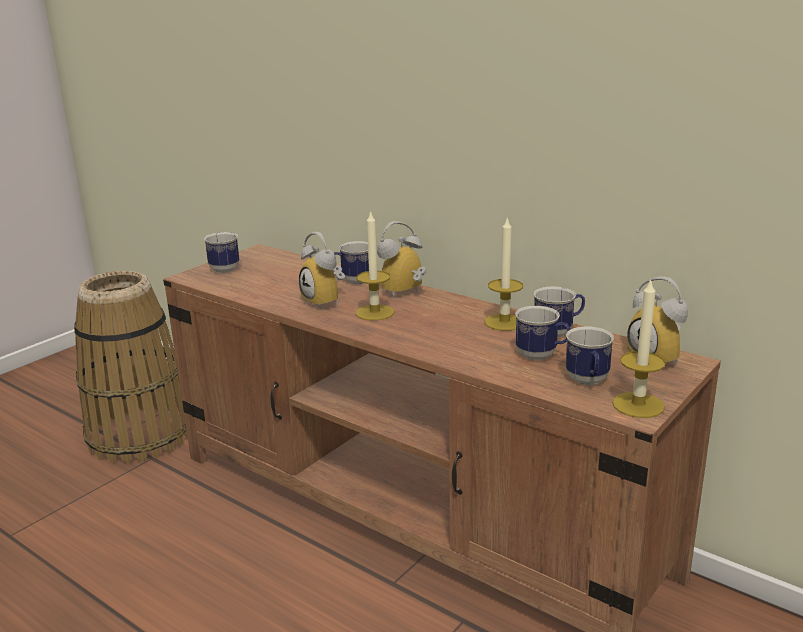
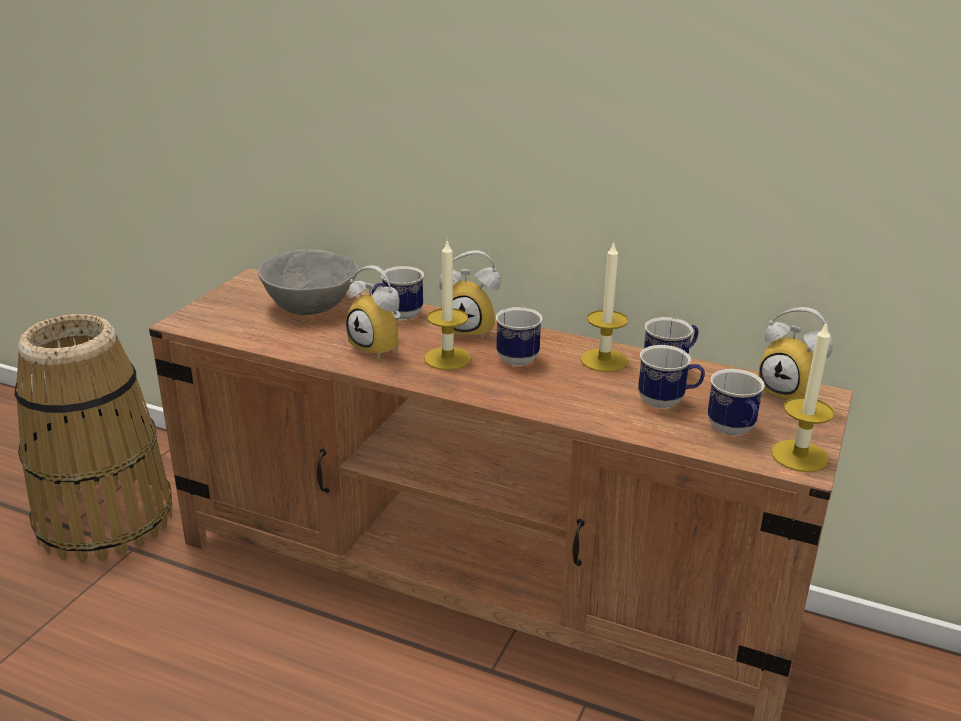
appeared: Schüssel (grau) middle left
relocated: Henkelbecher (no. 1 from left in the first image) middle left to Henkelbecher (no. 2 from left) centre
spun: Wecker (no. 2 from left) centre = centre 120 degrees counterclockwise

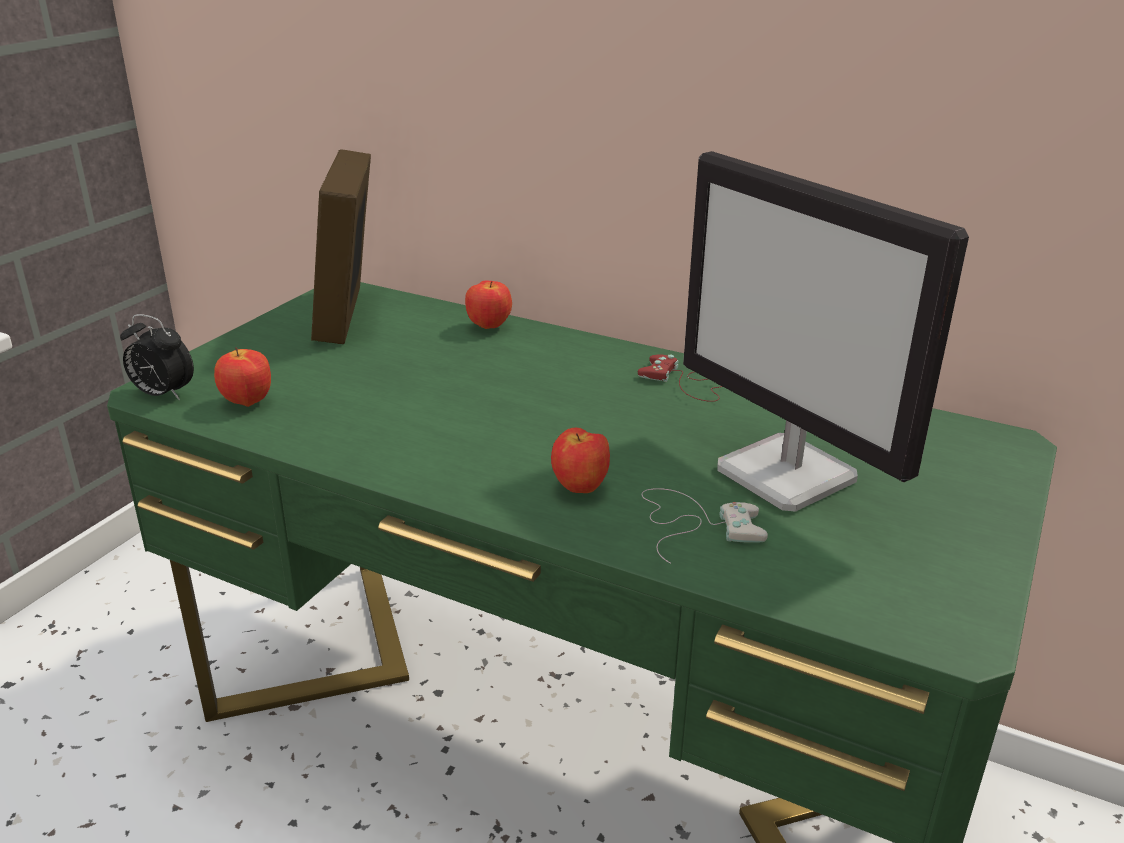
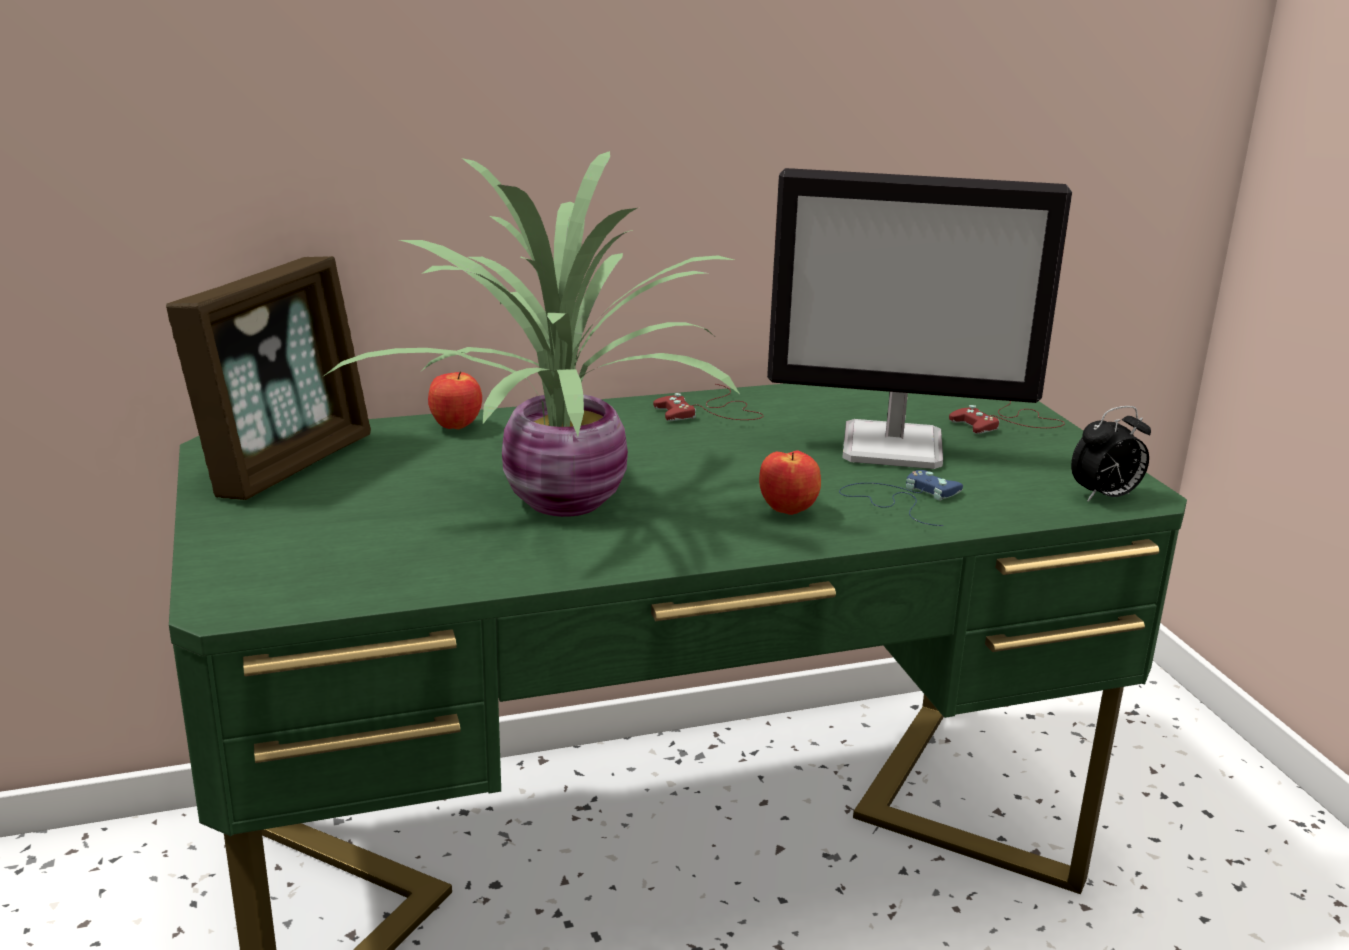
missing: Apfel (no. 1 from left) middle left
appeared: Topfpflanze centre; Gamepad (rot) (no. 2 from left) middle right
relocated: Wecker middle left to middle right
colour: Gamepad (weiß) centre to Gamepad (blau) middle right
spun: Bilderrahmen top left = middle left 105 degrees counterclockwise

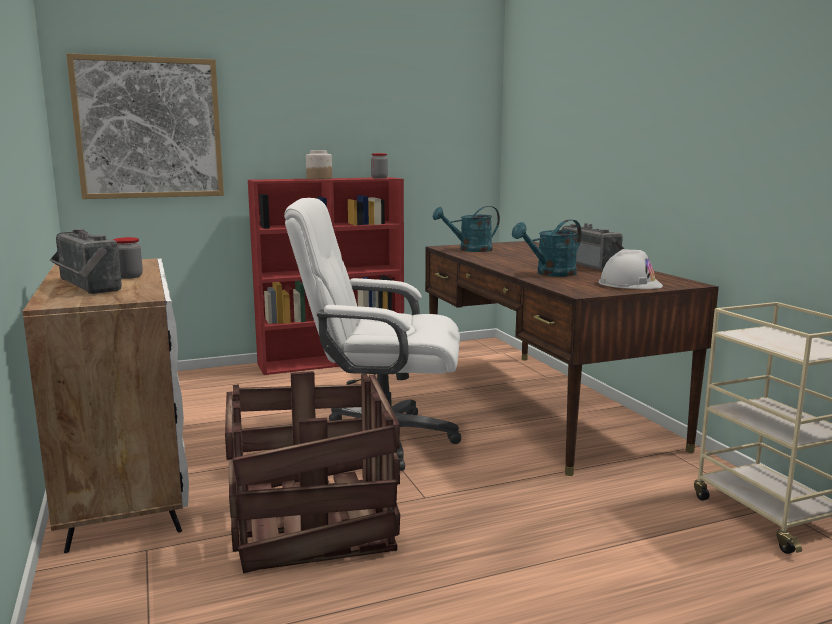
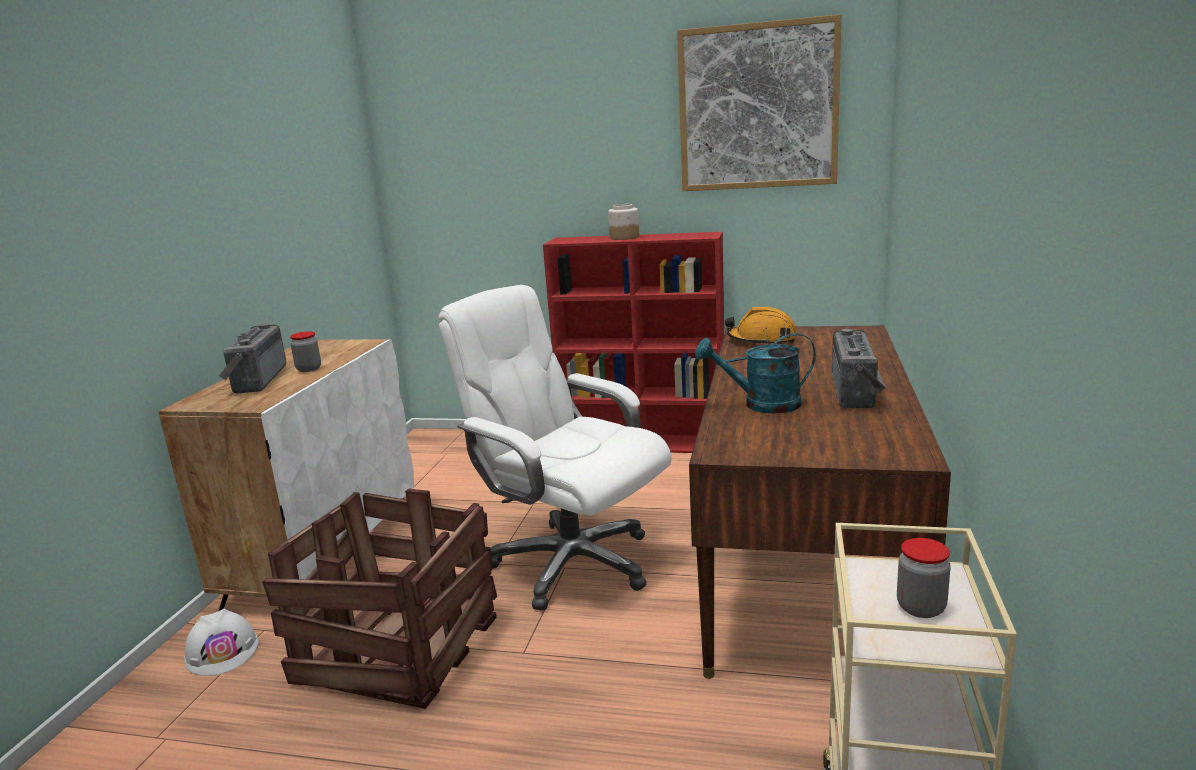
relocated: Bild top left to top centre; Vorratsglas (no. 3 from left) top centre to bottom right; Schutzhelm (weiß) middle right to bottom left
exchanged: Gießkanne (türkis) (no. 1 from left) centre to Schutzhelm (orange) centre

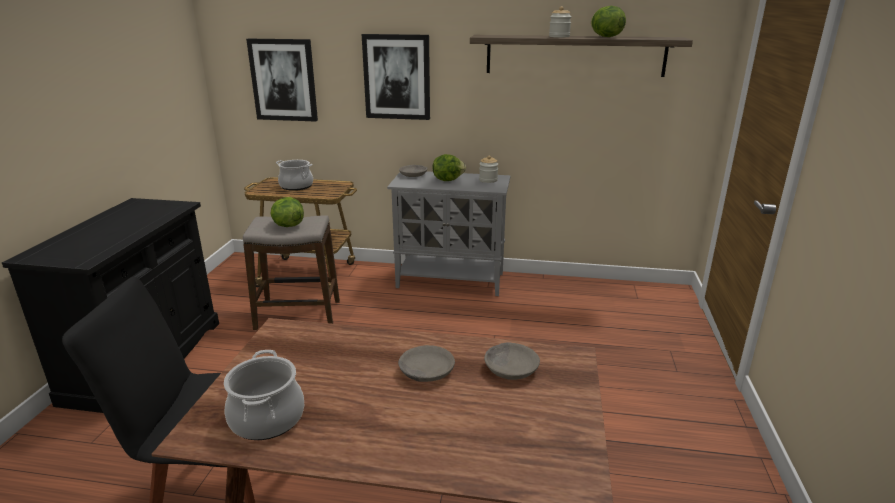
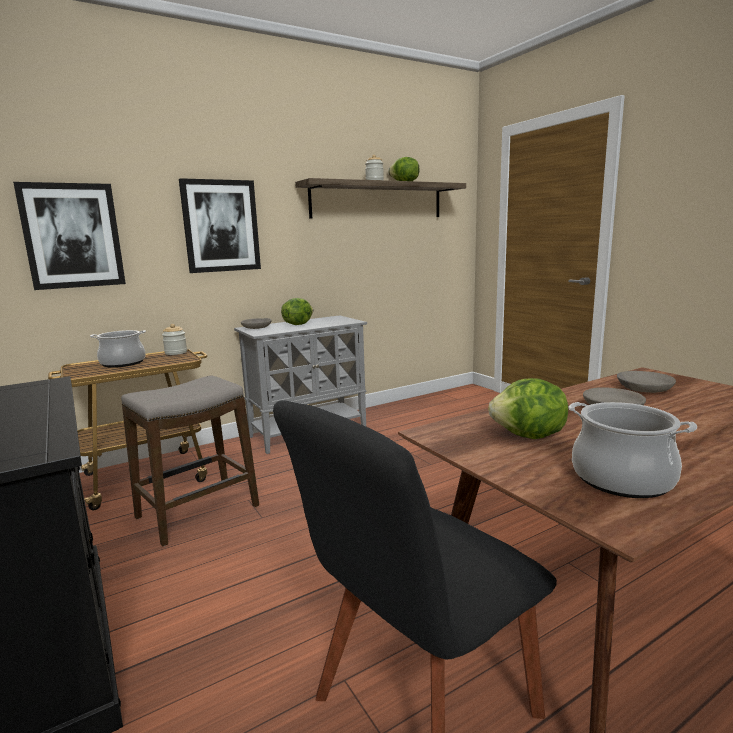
relocated: Salatkopf (no. 1 from left in the first image) middle left to Salatkopf (no. 3 from left) middle right; Vorratsglas (no. 1 from left) centre to middle left

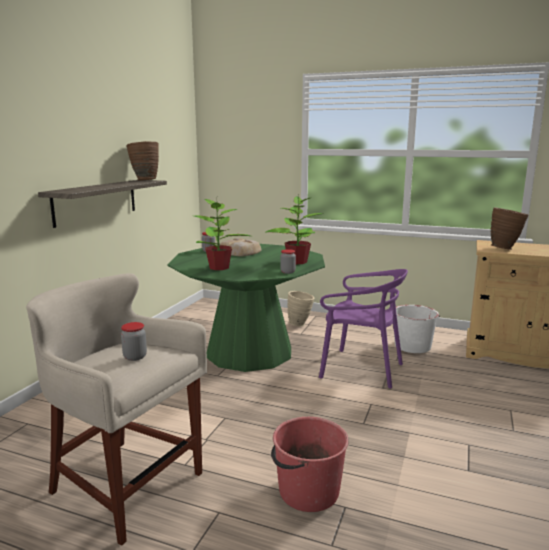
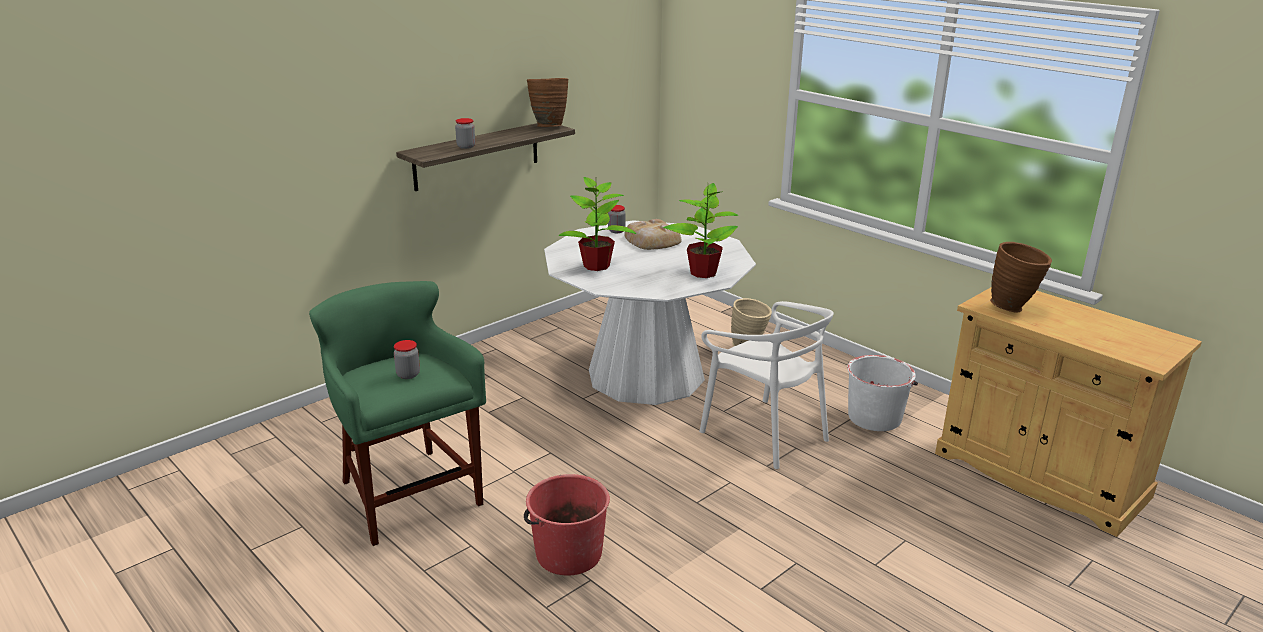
relocated: Vorratsglas (no. 3 from left in the first image) centre to Vorratsglas (no. 2 from left) top centre
colour: Hocker (beige) bottom left to Hocker (grün) middle left; Esstisch (grün) centre to Esstisch (weiß) centre; Stuhl (lila) centre to Stuhl (weiß) centre

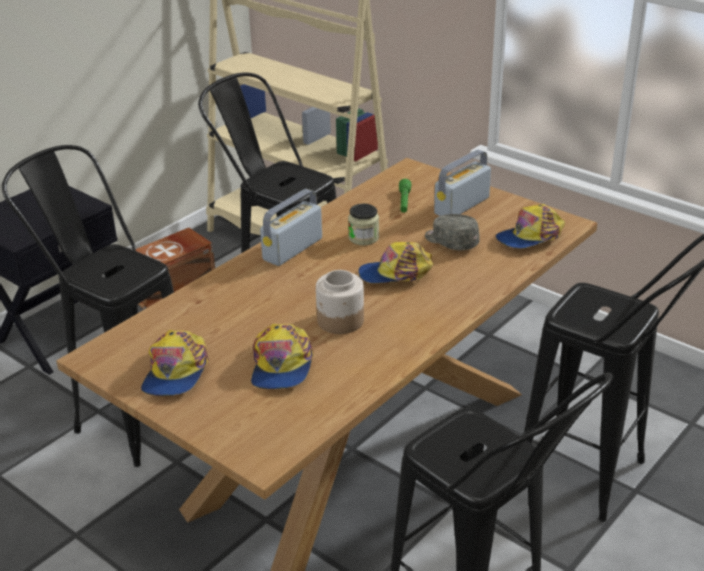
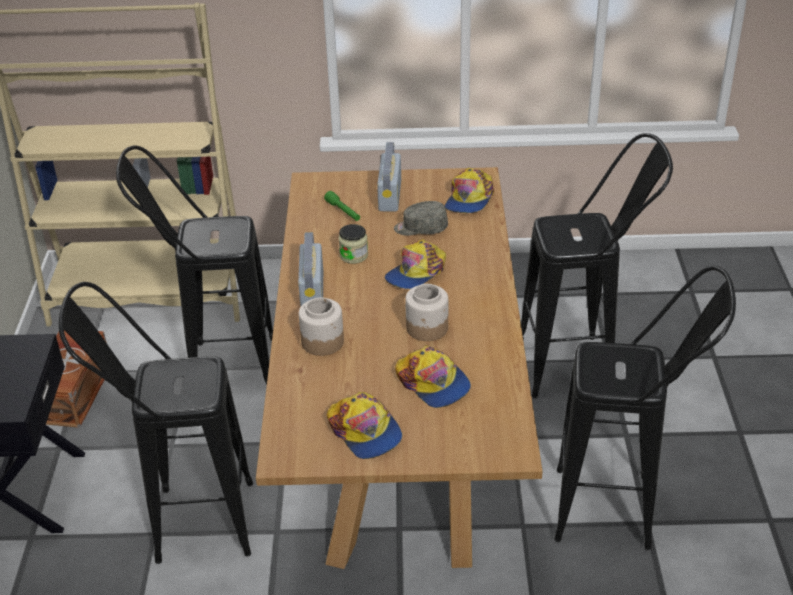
appeared: Vorratsglas (no. 1 from left) centre

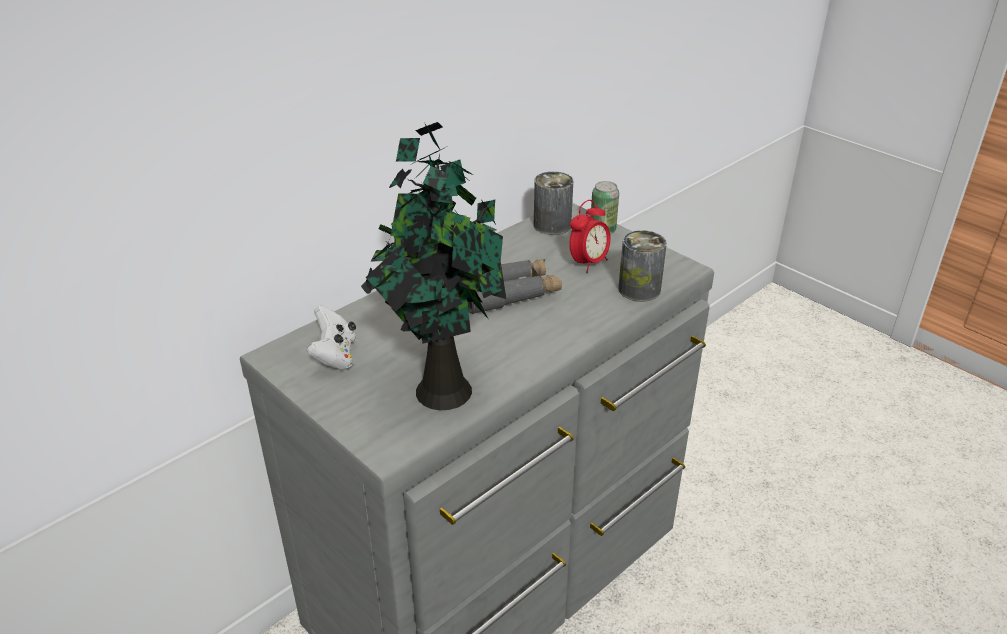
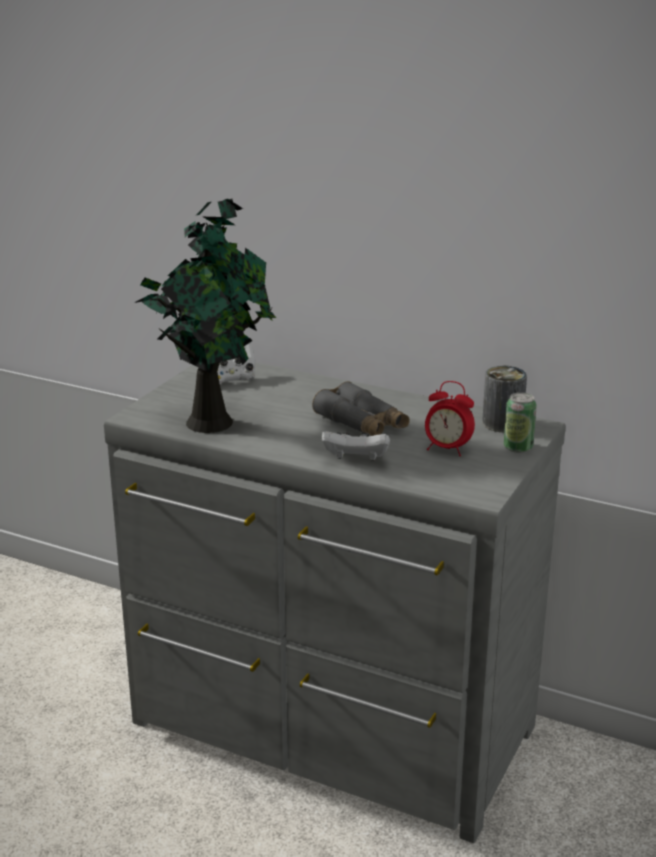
missing: Dose (no. 3 from left) centre
appeared: Gamepad (weiß) (no. 2 from left) centre

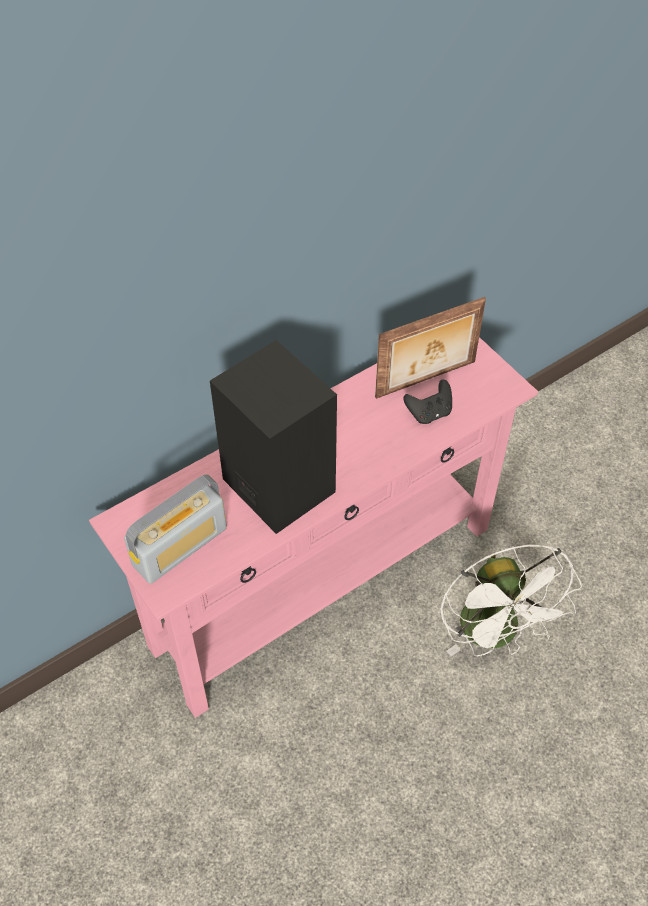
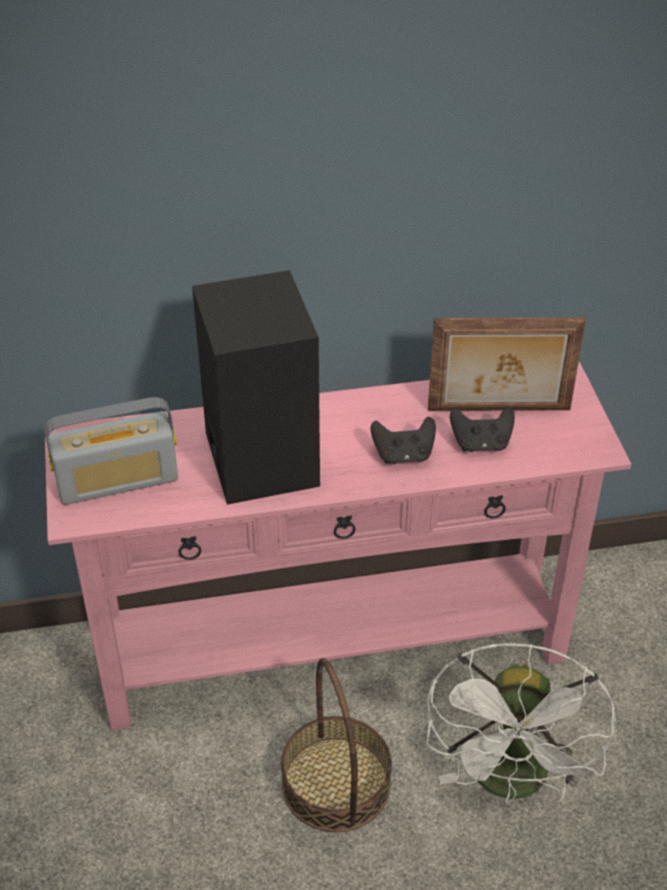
appeared: Korb bottom centre; Gamepad (schwarz) (no. 1 from left) centre

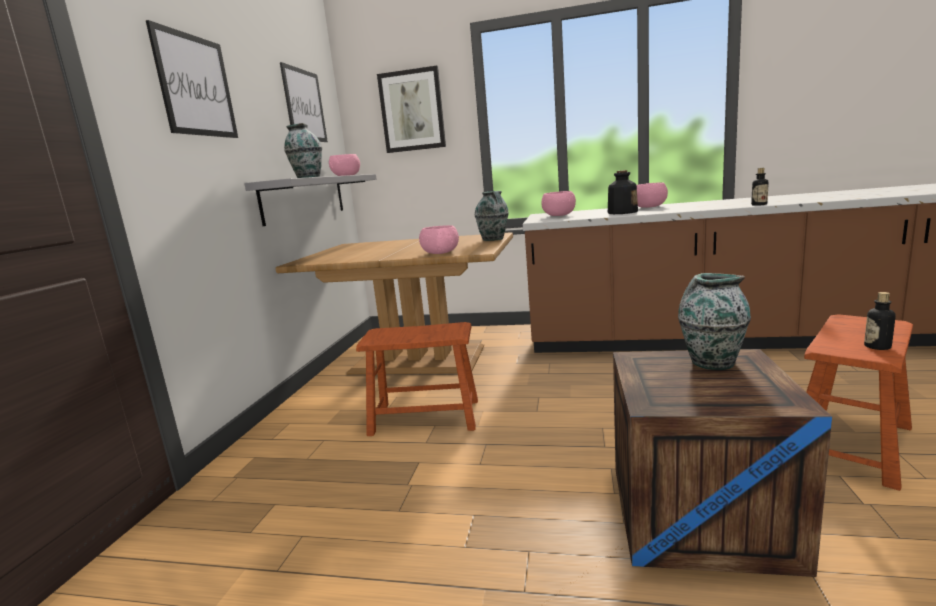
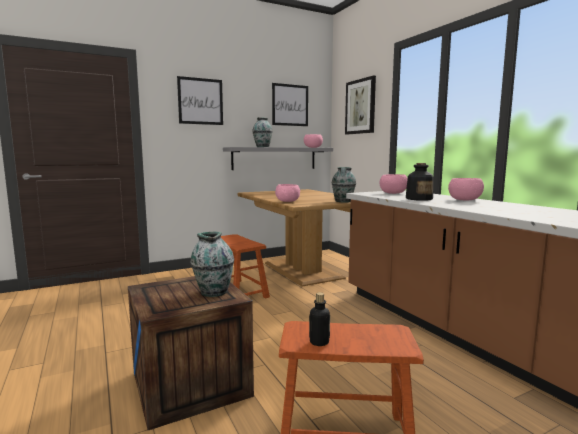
missing: Flasche (no. 2 from left) top right

